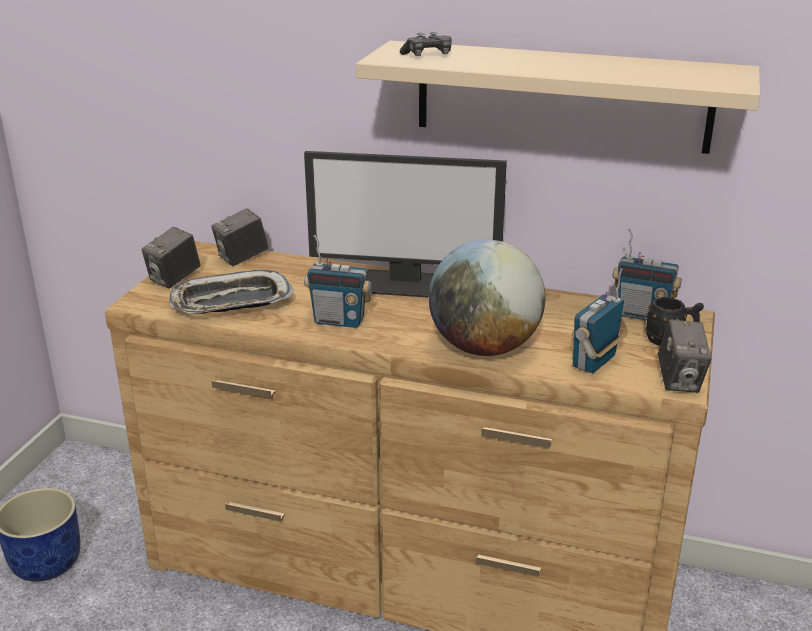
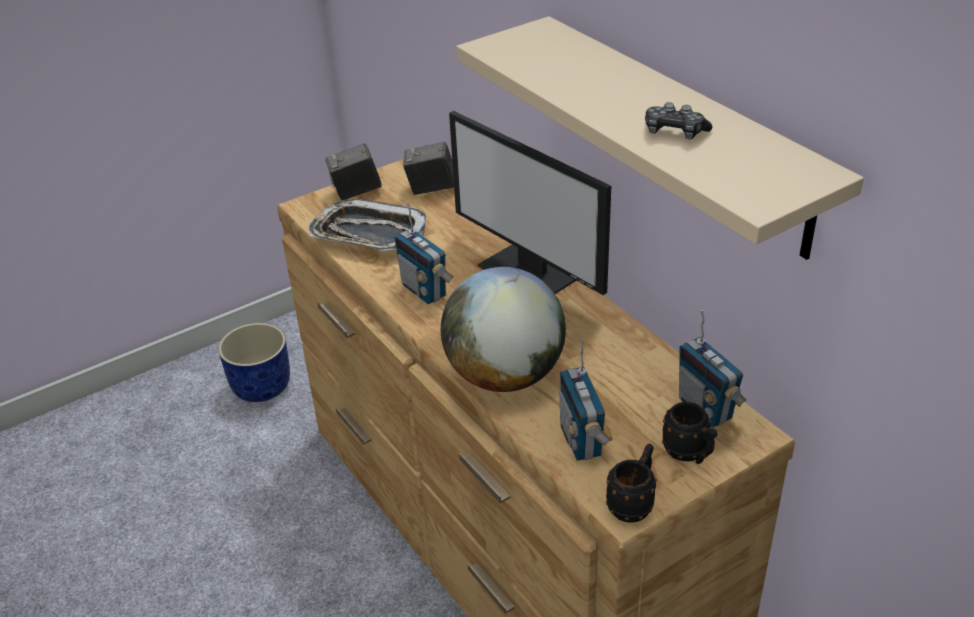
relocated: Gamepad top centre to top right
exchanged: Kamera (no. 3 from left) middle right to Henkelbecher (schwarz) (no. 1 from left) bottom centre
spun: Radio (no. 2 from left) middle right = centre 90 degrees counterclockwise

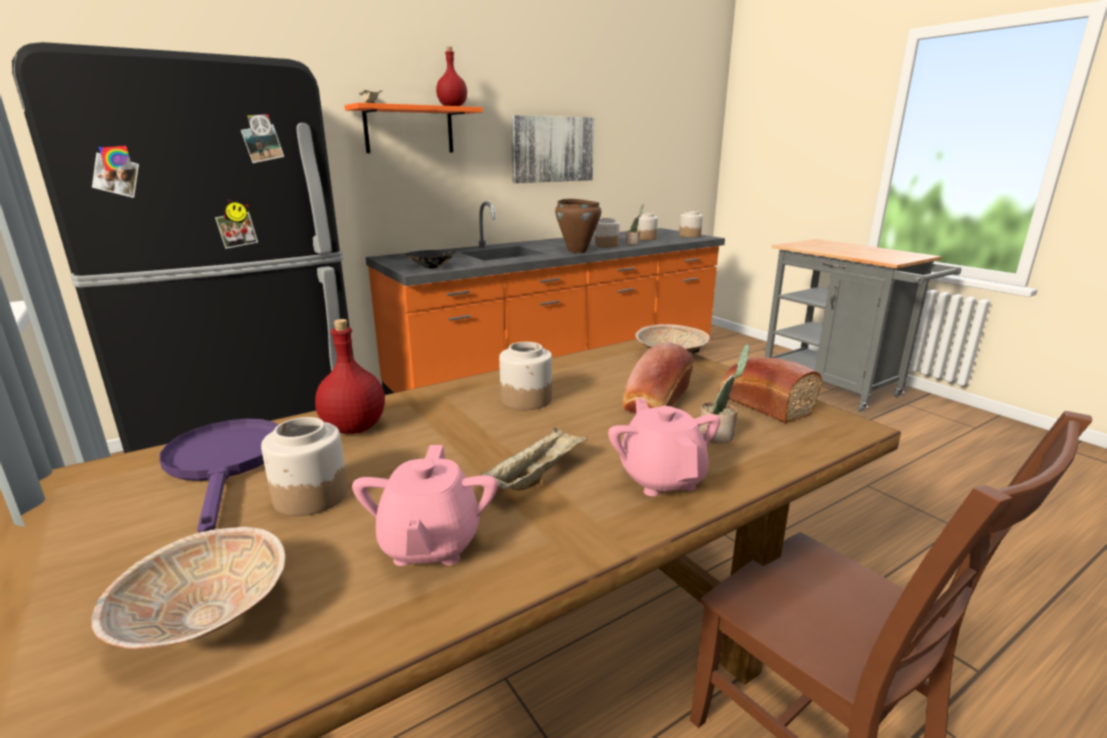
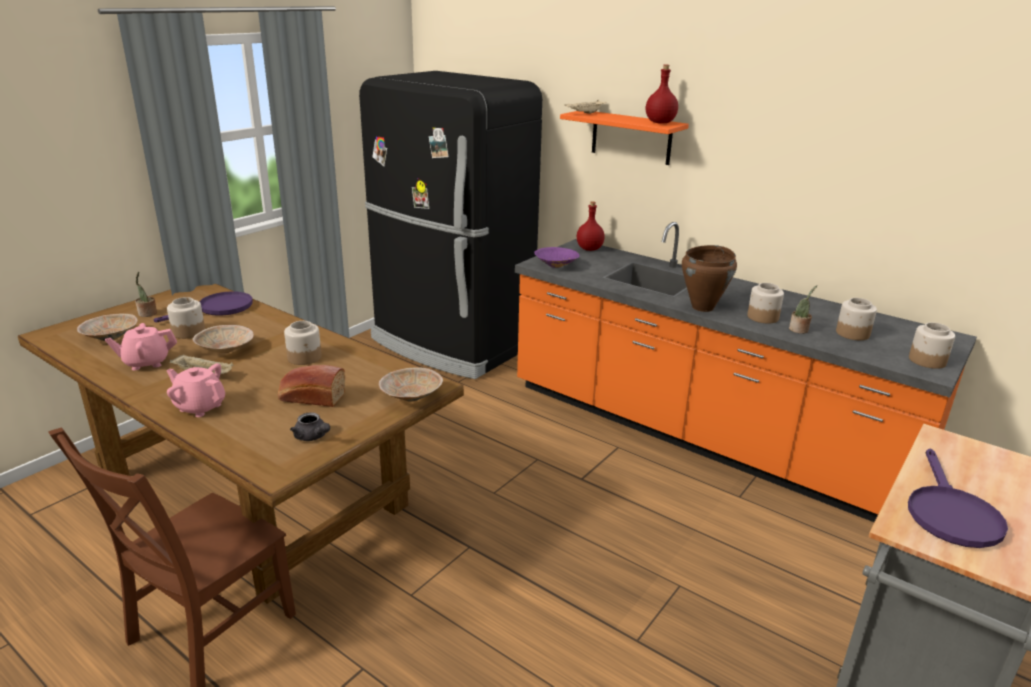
missing: Bild top centre
appeared: Schüssel (beige) (no. 2 from left) middle left; Pfanne (lila) (no. 2 from left) bottom right
relocated: Flasche (rot) (no. 1 from left) middle left to top centre; Topfpflanze (no. 2 from left in the first image) centre to Topfpflanze (no. 1 from left) middle left
exchanged: Brot (no. 2 from left) middle right to Teekanne (grau) middle left
colour: Schüssel (schwarz) centre to Schüssel (lila) centre
spun: Teekanne (rosa) (no. 2 from left) centre = middle left 120 degrees counterclockwise

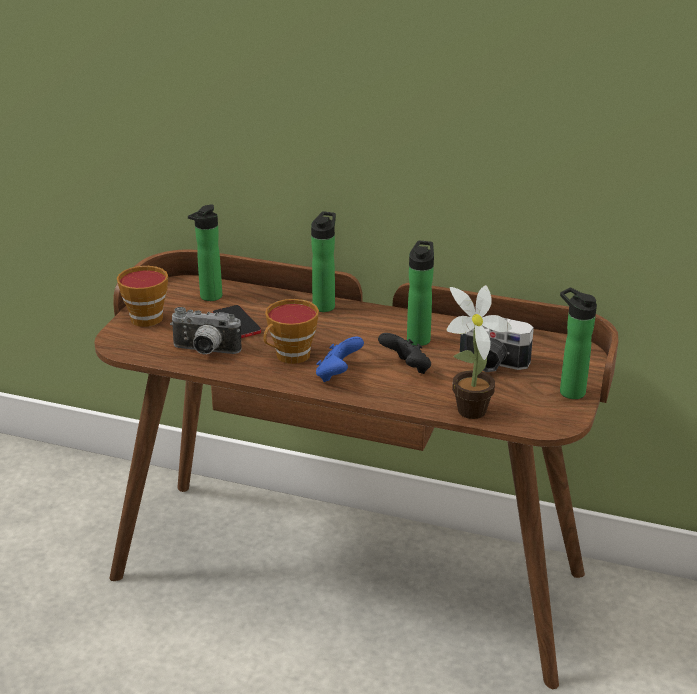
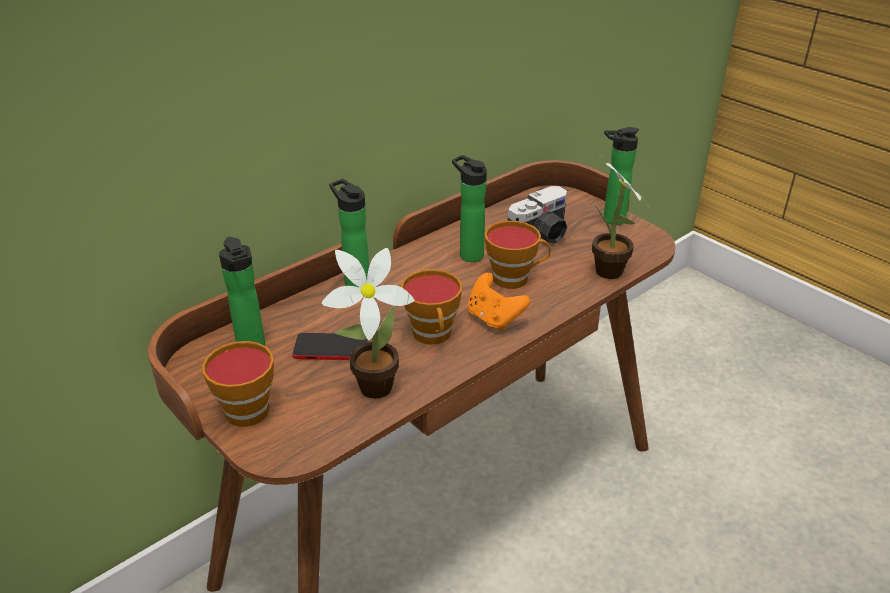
exchanged: Kamera (no. 1 from left) middle left to Topfpflanze (no. 1 from left) centre; Gamepad (schwarz) centre to Tasse (no. 3 from left) centre
colour: Gamepad (blau) centre to Gamepad (orange) centre

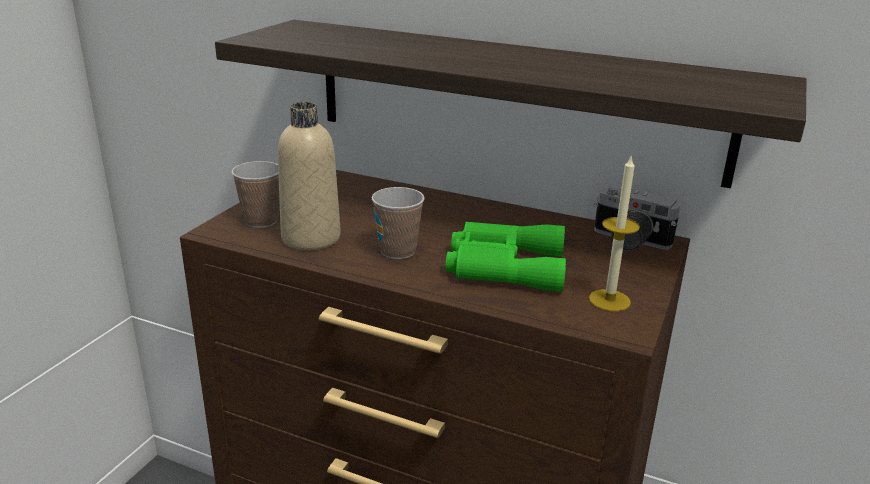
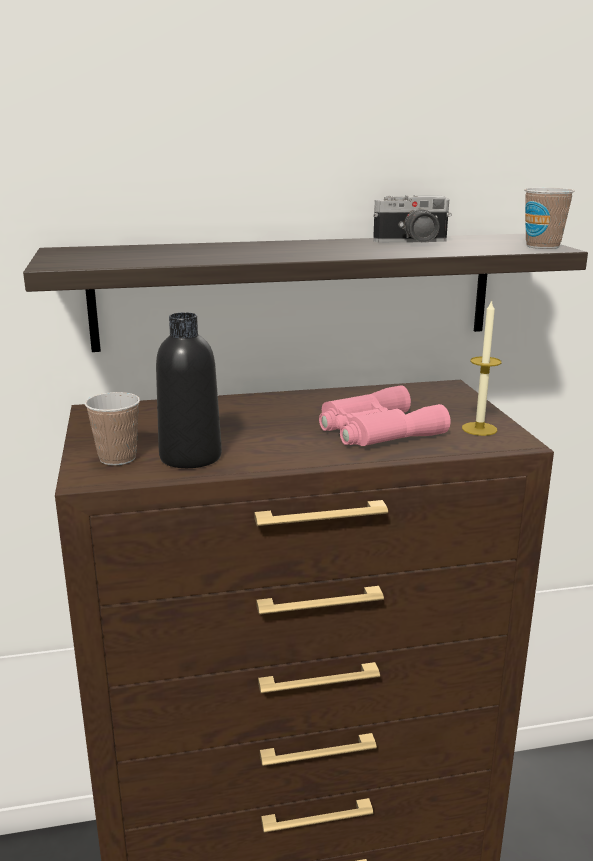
relocated: Tasse (no. 2 from left) centre to top right; Kamera middle right to top right
colour: Flasche (beige) centre to Flasche (schwarz) middle left; Fernglas (grün) centre to Fernglas (rosa) centre

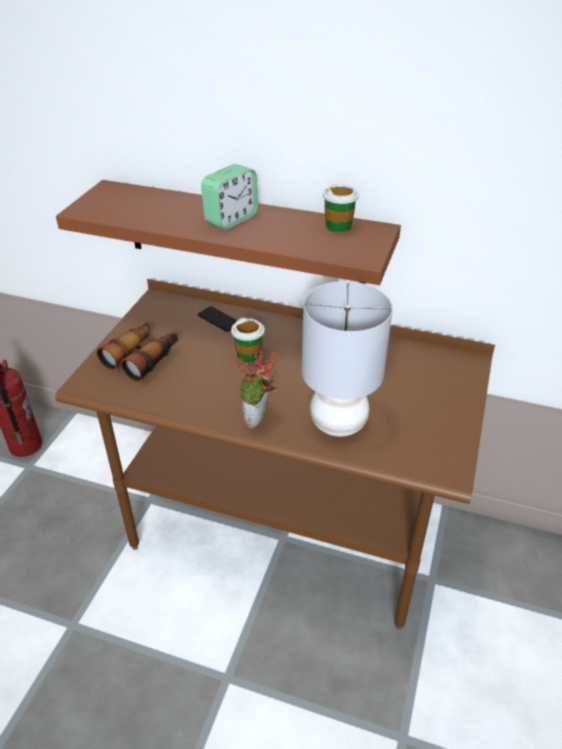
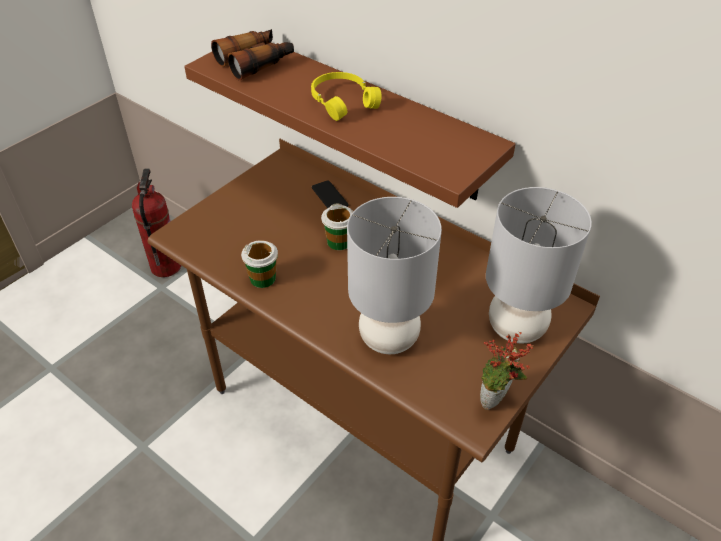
appeared: Tischlampe (grau) (no. 2 from left) middle right
relocated: Fernglas middle left to top centre; Topfpflanze centre to bottom right; Tasse (no. 2 from left in the first image) top centre to Tasse (no. 1 from left) centre
exchanged: Wecker top centre to Kopfhörer (gelb) top centre

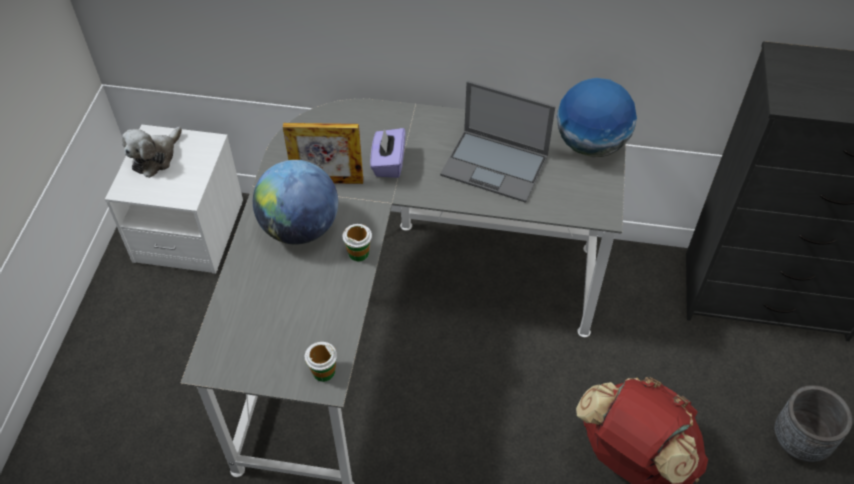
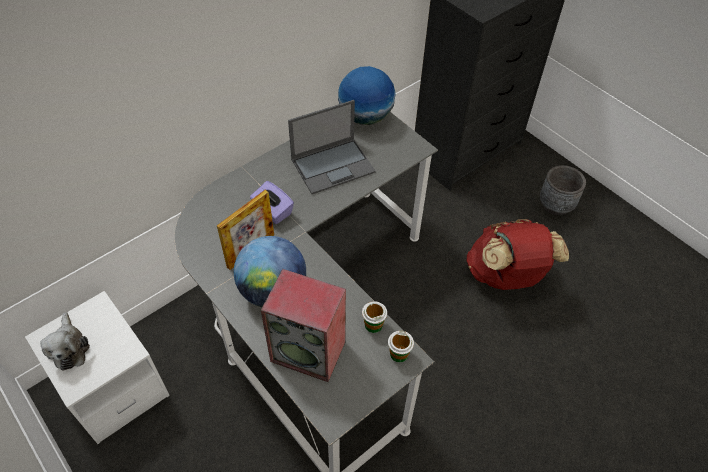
appeared: Lautsprecher bottom centre
relocated: Tasse (no. 2 from left in the first image) centre to Tasse (no. 1 from left) bottom centre

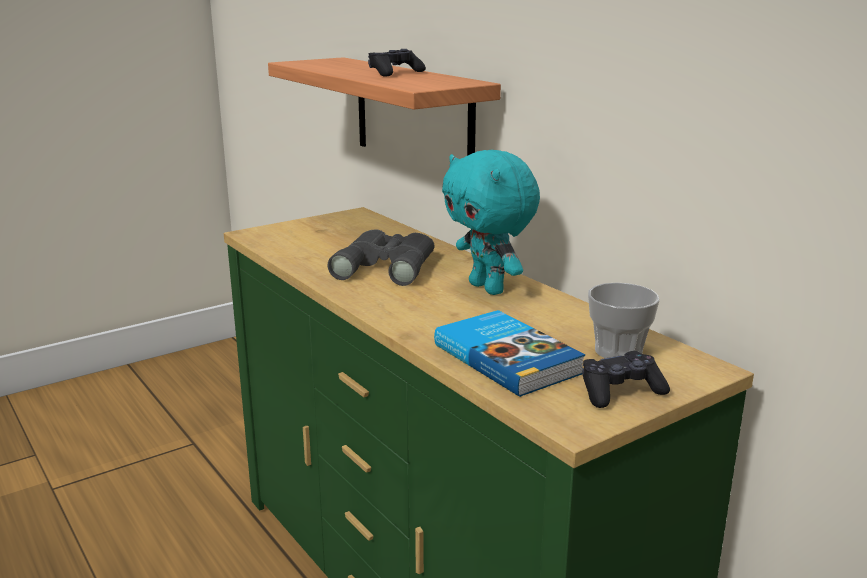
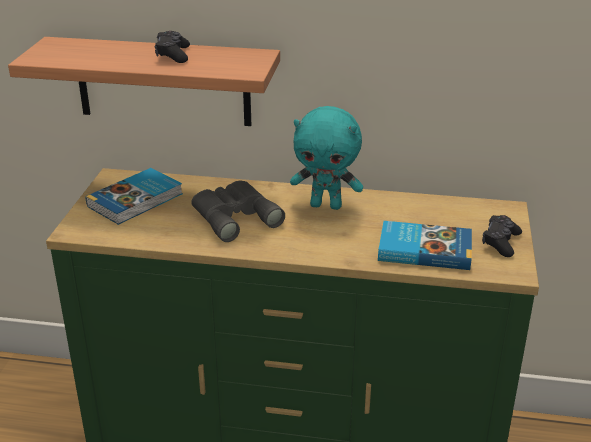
missing: Tasse middle right
appeared: Buch (no. 1 from left) middle left

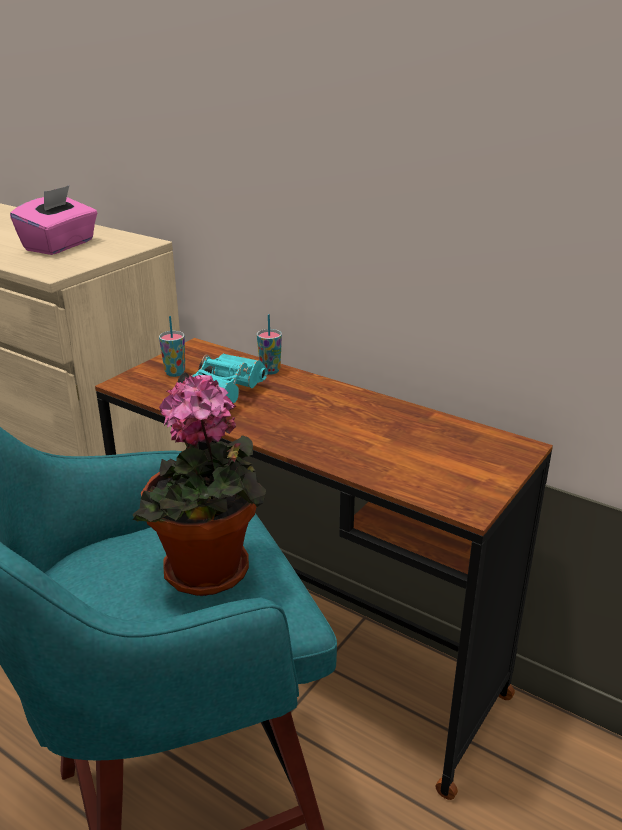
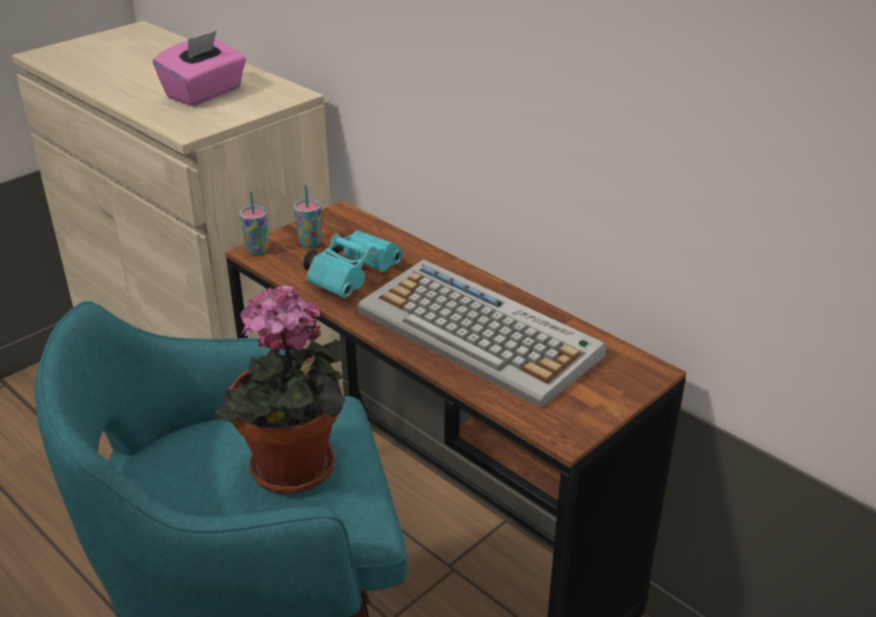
appeared: Tastatur centre
relocated: Tasse (no. 2 from left in the first image) centre to Tasse (no. 1 from left) middle left

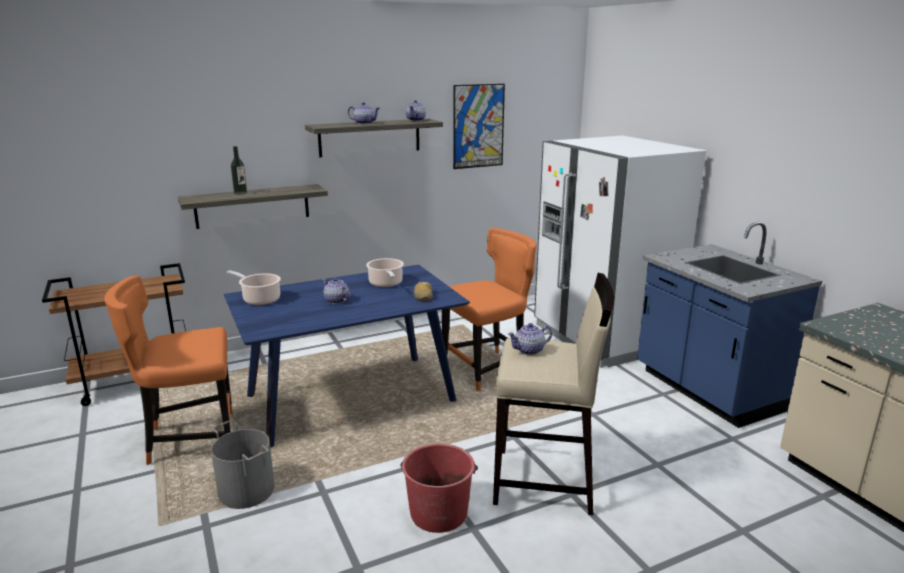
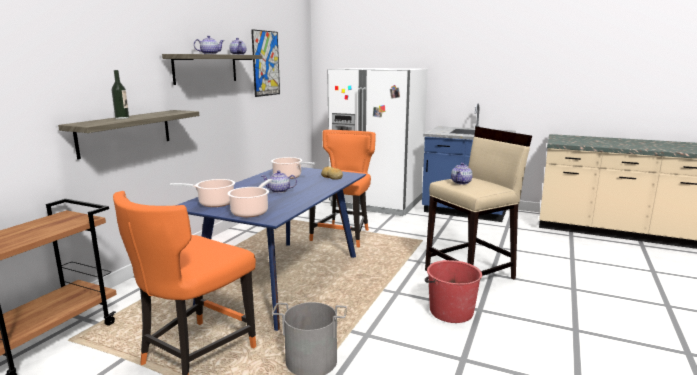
appeared: Kochtopf (no. 2 from left) centre

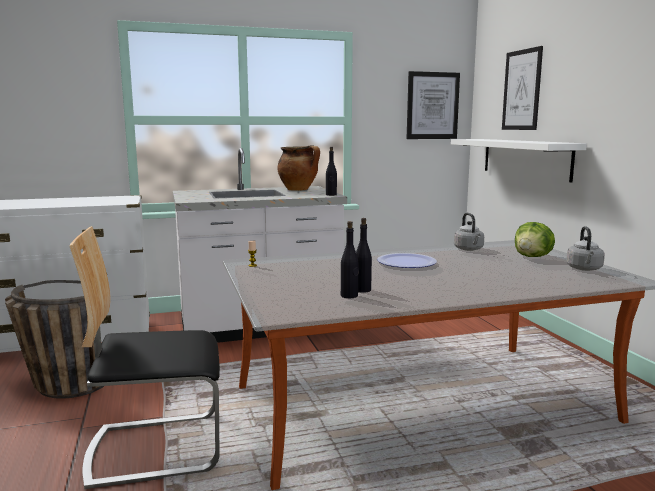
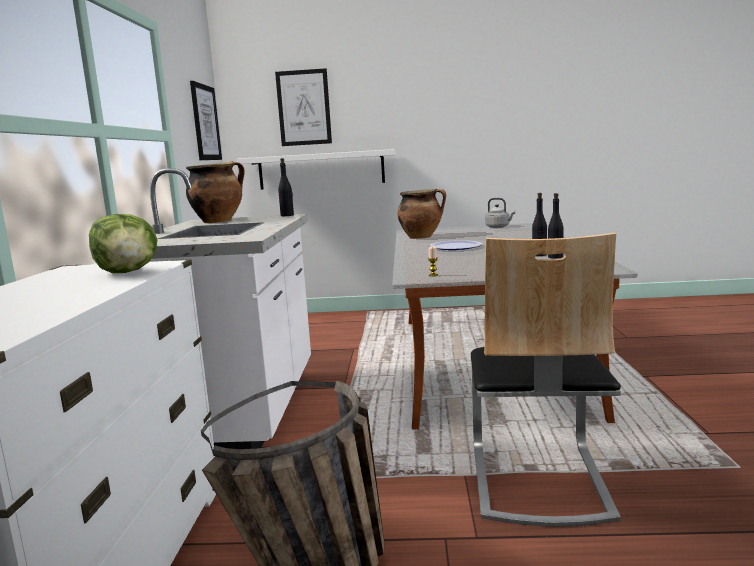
relocated: Salatkopf middle right to middle left
exchanged: Wasserkessel (grau) (no. 1 from left) middle right to Kochtopf (no. 2 from left) centre

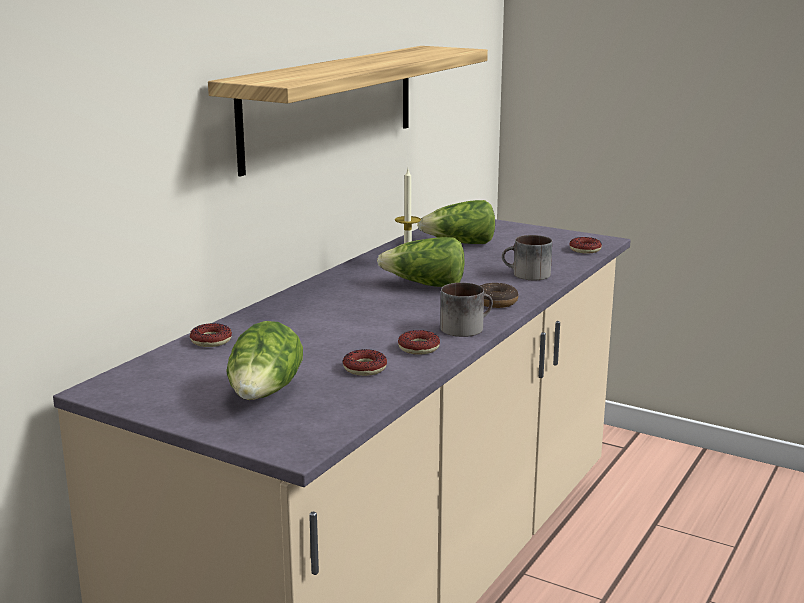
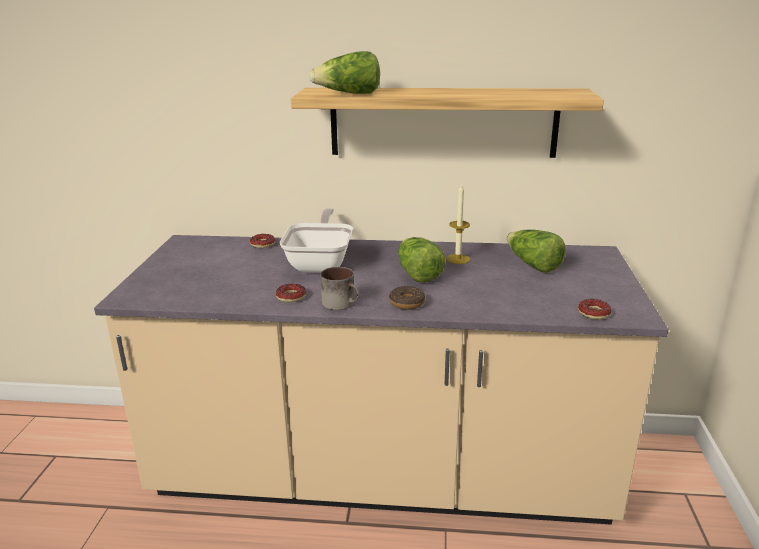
missing: Donut (no. 2 from left) centre; Henkelbecher (no. 2 from left) centre
appeared: Pfanne centre
relocated: Salatkopf (no. 1 from left) middle left to top centre

